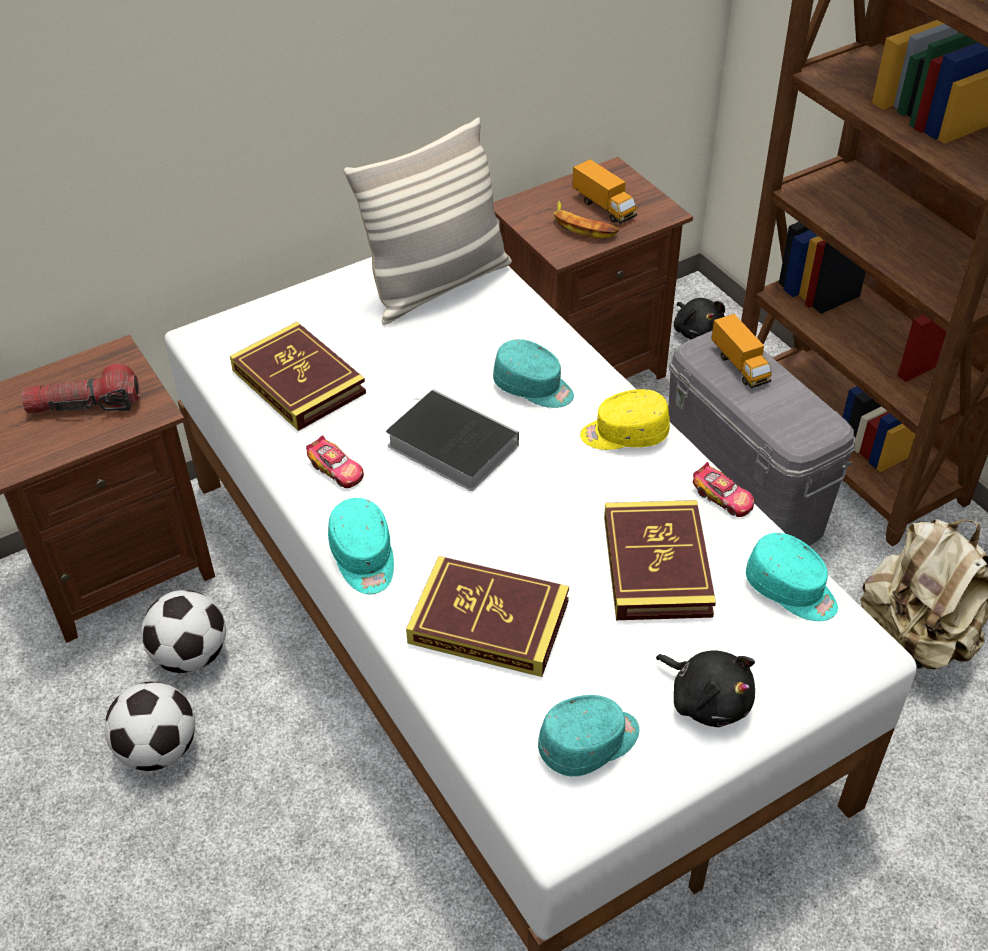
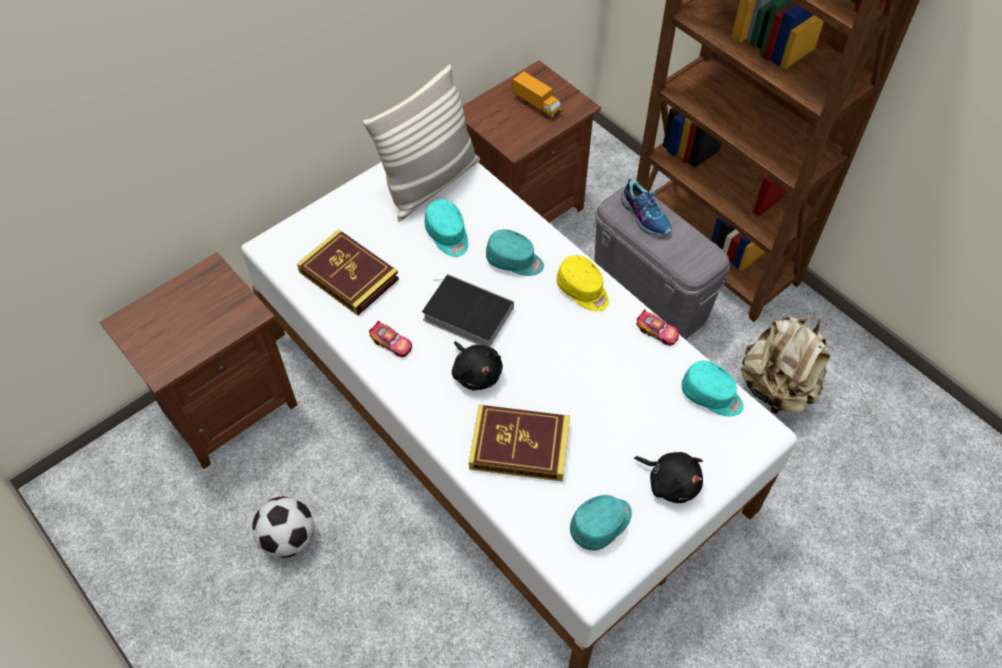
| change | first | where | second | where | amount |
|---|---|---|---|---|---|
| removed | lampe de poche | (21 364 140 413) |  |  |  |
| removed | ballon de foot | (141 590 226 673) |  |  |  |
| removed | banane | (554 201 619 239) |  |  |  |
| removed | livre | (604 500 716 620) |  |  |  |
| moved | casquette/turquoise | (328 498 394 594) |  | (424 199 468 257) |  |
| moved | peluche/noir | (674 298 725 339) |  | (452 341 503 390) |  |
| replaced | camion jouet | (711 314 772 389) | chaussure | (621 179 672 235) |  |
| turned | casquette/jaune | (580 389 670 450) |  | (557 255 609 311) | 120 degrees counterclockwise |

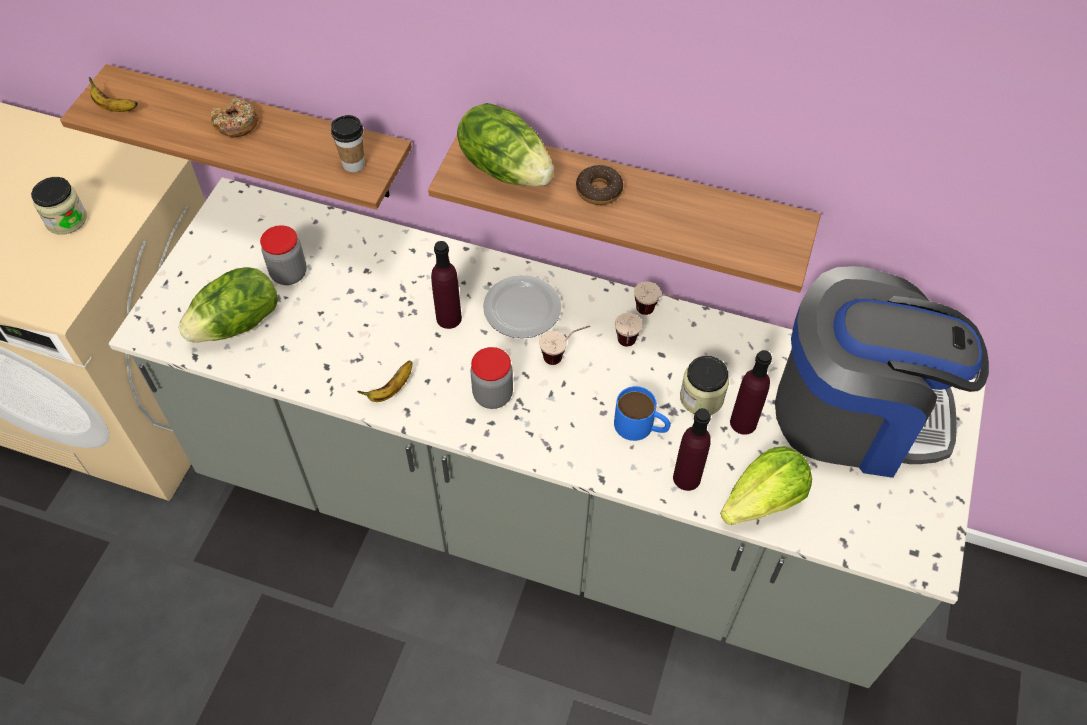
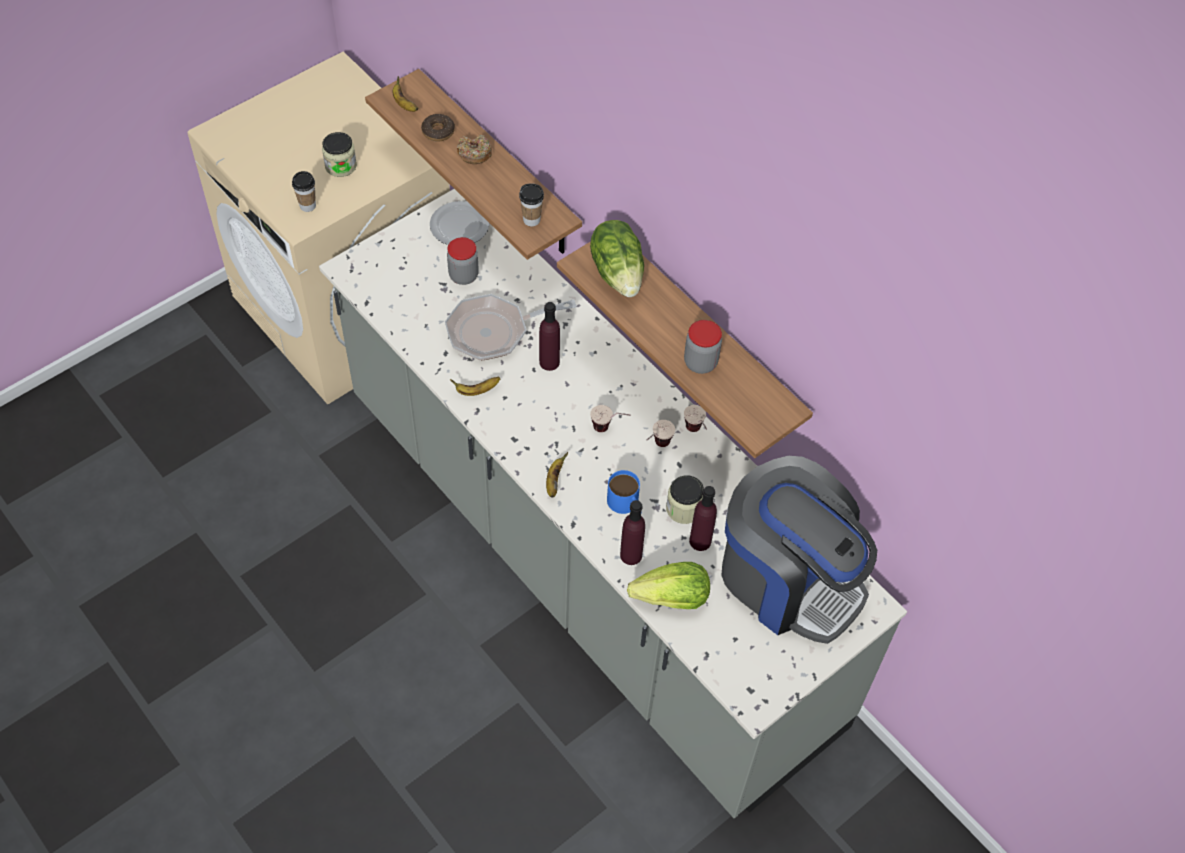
| change | first | where | second | where | amount |
|---|---|---|---|---|---|
| removed | laitue | (178 267 278 342) |  |  |  |
| added |  |  | tasse | (292 171 316 212) |  |
| added |  |  | poêle | (445 294 577 361) |  |
| added |  |  | banane | (546 452 568 498) |  |
| moved | bocal | (470 347 513 409) |  | (684 320 722 374) |  |
| moved | assiette | (483 275 561 338) |  | (430 201 489 245) |  |
| moved | beignet | (576 165 623 205) |  | (421 114 455 142) |  |

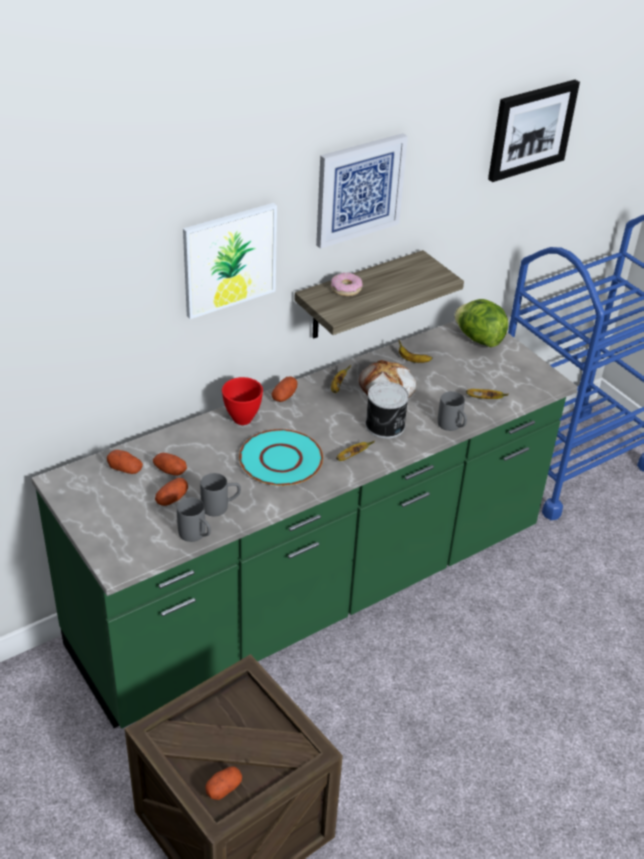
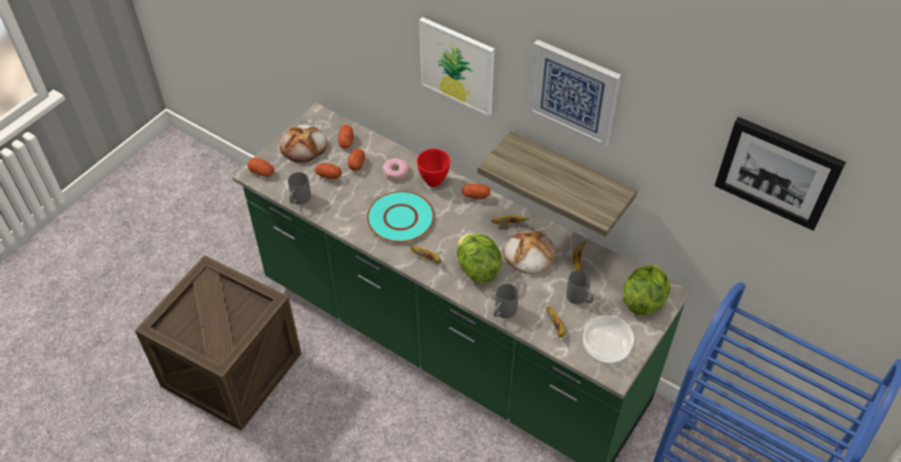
| change | first | where | second | where | amount |
|---|---|---|---|---|---|
| added |  |  | pain | (280 124 328 163) |  |
| added |  |  | bol | (583 315 634 364) |  |
| moved | mug/gris | (200 473 241 517) |  | (566 270 594 304) |  |
| moved | pomme de terre | (205 767 242 800) |  | (247 158 274 177) |  |
| moved | beignet | (331 273 363 296) |  | (383 158 409 180) |  |
| replaced | boîte métallique | (365 382 409 439) | laitue | (457 234 502 284) |  |

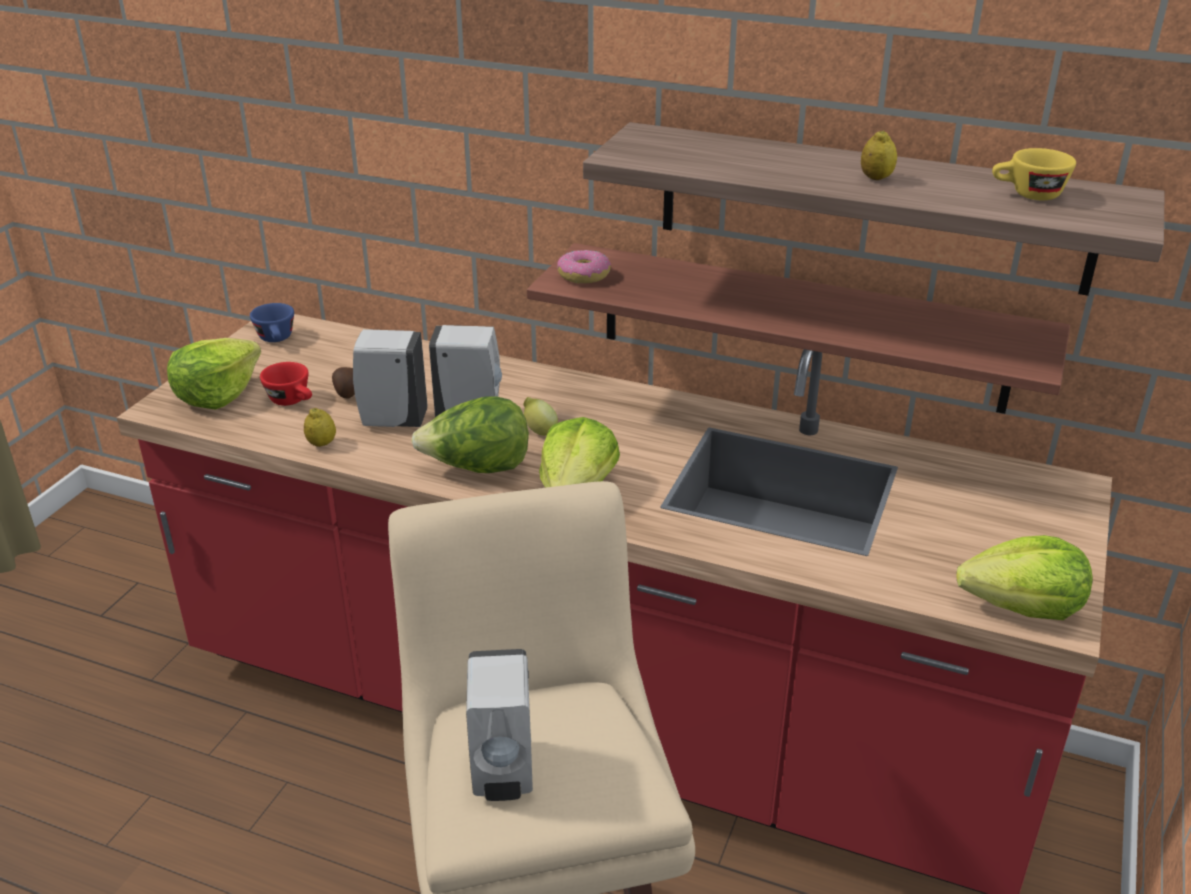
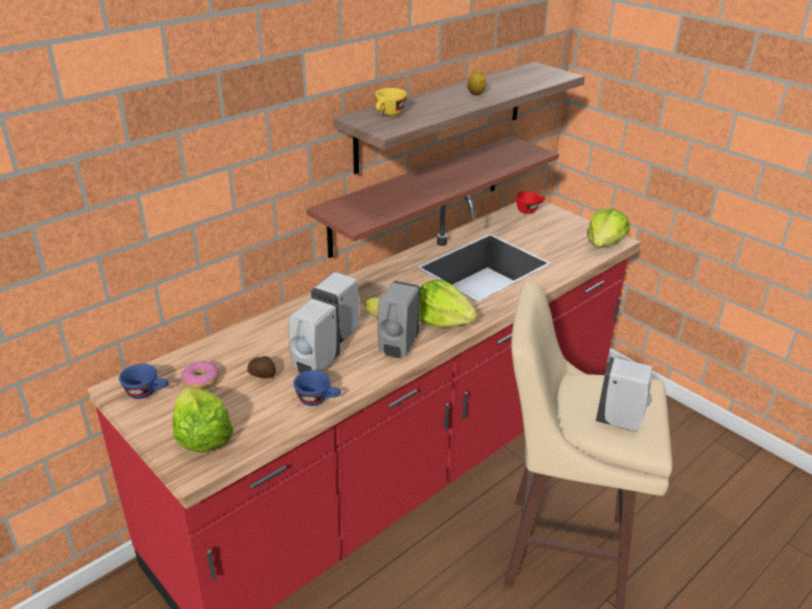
| change | first | where | second | where | amount |
|---|---|---|---|---|---|
| moved | tasse/rouge | (260 362 312 406) |  | (516 191 545 214) |  |
| moved | beignet | (557 250 611 284) |  | (181 361 219 389) |  |
| moved | tasse/jaune | (992 148 1076 200) |  | (375 88 407 115) |  |
| replaced | citron | (304 408 336 447) | tasse/bleu | (293 370 341 406) |  |
| replaced | laitue | (411 396 529 473) | distributeur de savon/gris | (378 281 420 358) |  |

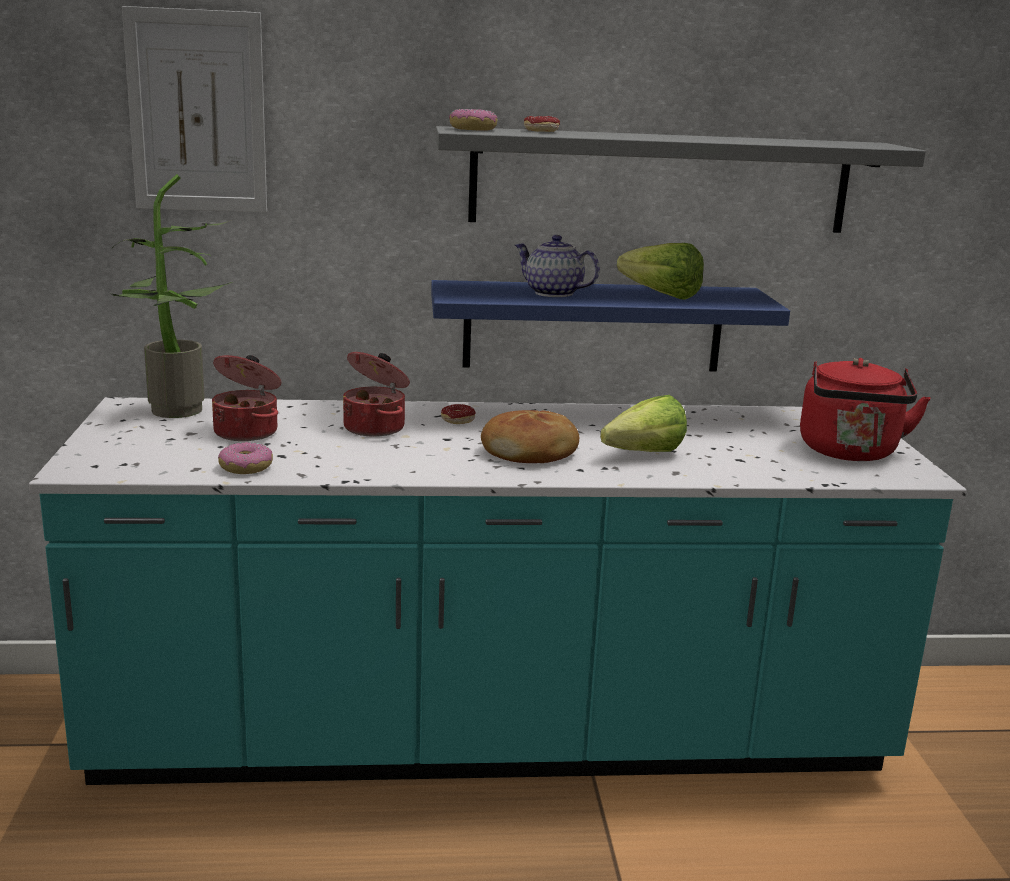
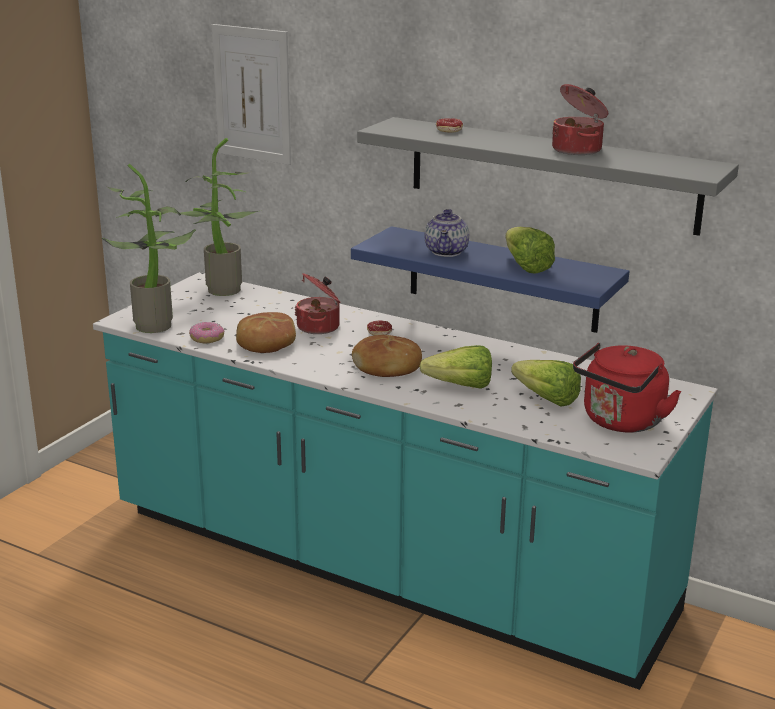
| change | first | where | second | where | amount |
|---|---|---|---|---|---|
| removed | beignet | (449 108 497 131) |  |  |  |
| added |  |  | plante en pot | (102 163 196 333) |  |
| added |  |  | pain | (236 312 296 353) |  |
| added |  |  | laitue | (511 360 581 407) |  |
| moved | marmite | (212 355 281 441) |  | (552 84 608 155) |  |
| turned | théière | (515 235 600 297) |  | (424 209 469 257) | 150 degrees counterclockwise |

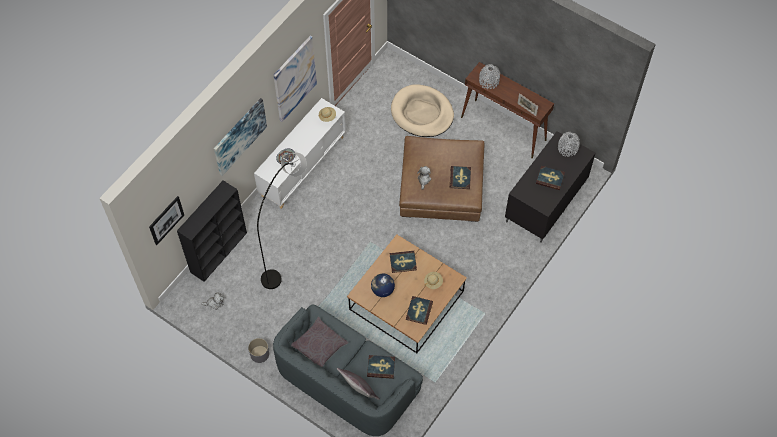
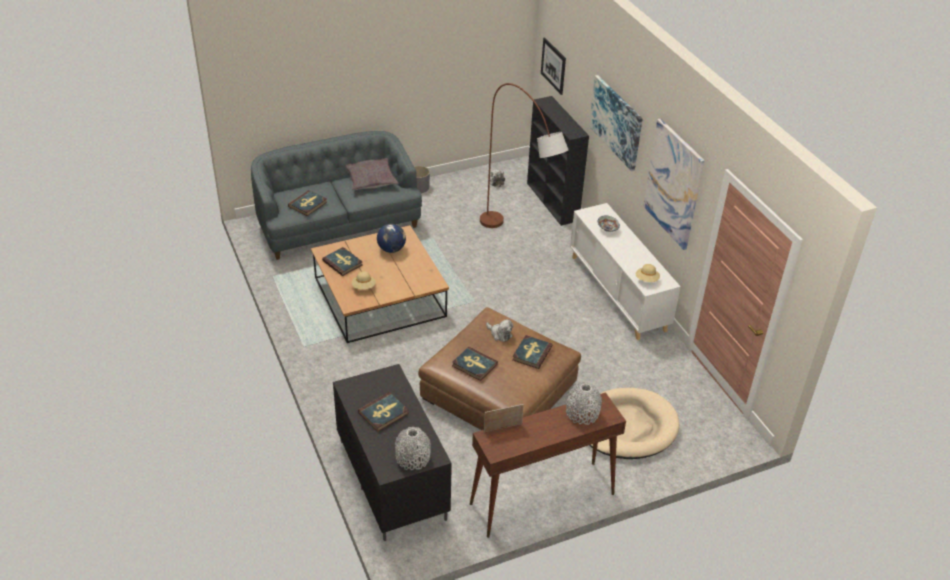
| change | first | where | second | where | amount |
|---|---|---|---|---|---|
| removed | coussin/gris | (337 368 380 400) |  |  |  |
| moved | livre | (390 251 417 273) |  | (512 335 552 369) |  |
| recoloured | lampadaire/gris | (257 152 307 289) | lampadaire/marron | (480 83 569 228) |  |

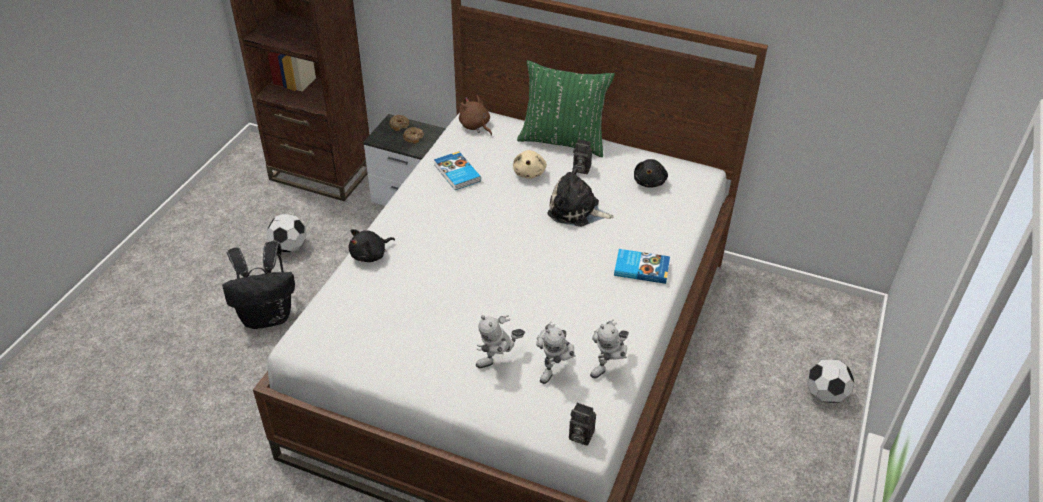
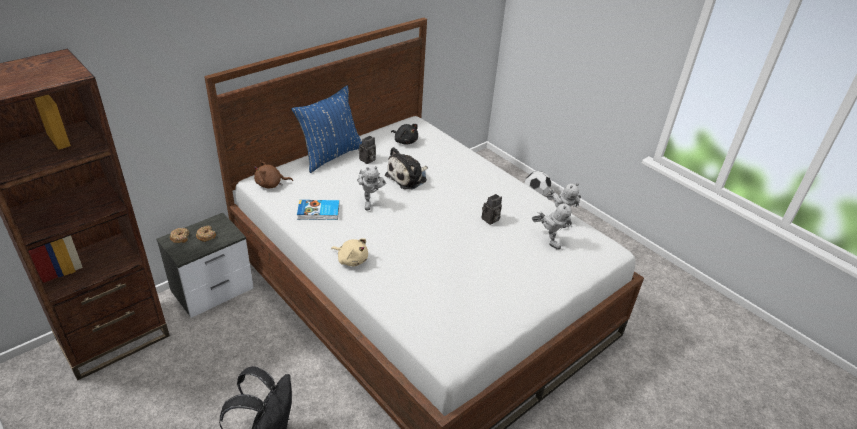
| change | first | where | second | where | amount |
|---|---|---|---|---|---|
| removed | ballon de foot | (267 214 307 252) |  |  |  |
| removed | peluche/noir | (348 229 395 262) |  |  |  |
| removed | livre | (614 249 670 284) |  |  |  |
| moved | robot jouet | (476 315 525 369) |  | (357 166 386 210) |  |
| moved | peluche/beige | (513 150 547 178) |  | (331 238 368 266) |  |
| moved | appareil photo | (569 402 596 446) |  | (482 194 502 225) |  |
| recoloured | coussin/vert | (517 60 615 157) | coussin/bleu | (291 85 362 173) |  |

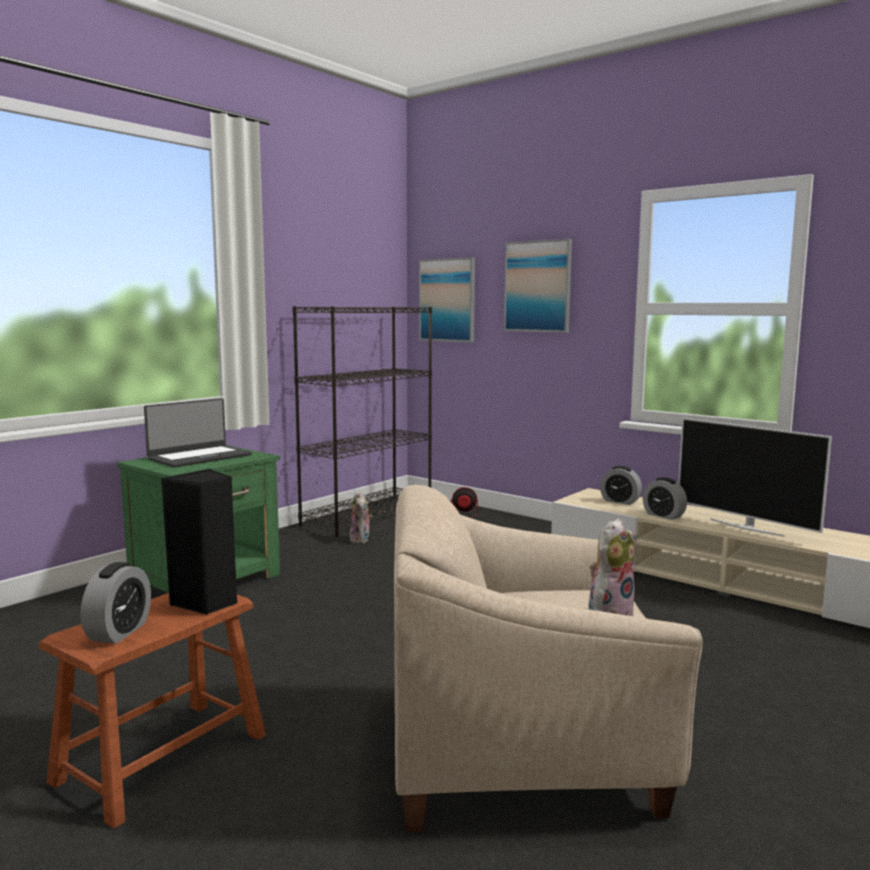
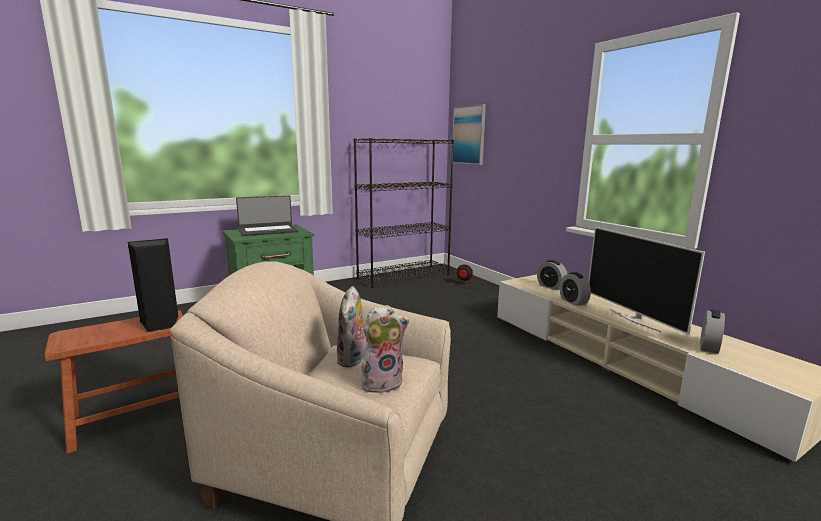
| change | first | where | second | where | amount |
|---|---|---|---|---|---|
| removed | tableau | (504 239 572 333) |  |  |  |
| moved | réveil | (81 562 151 644) |  | (700 309 725 354) |  |
| moved | peluche | (350 490 372 544) |  | (337 286 368 367) |  |

